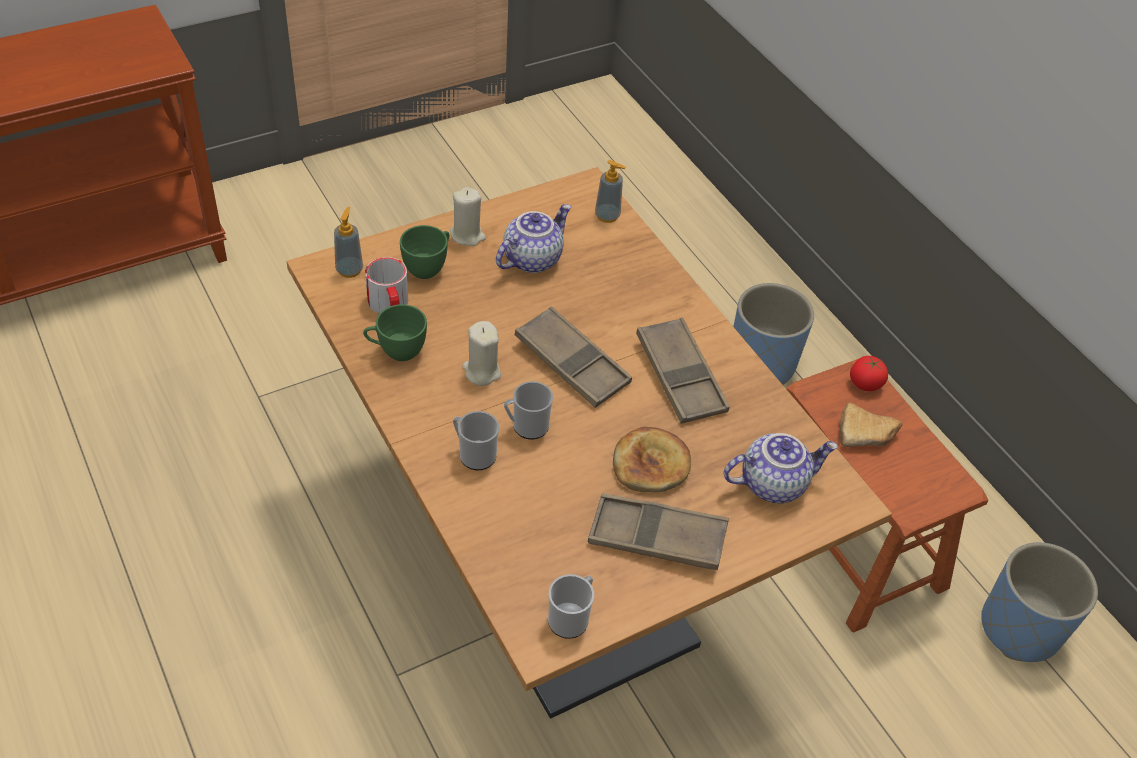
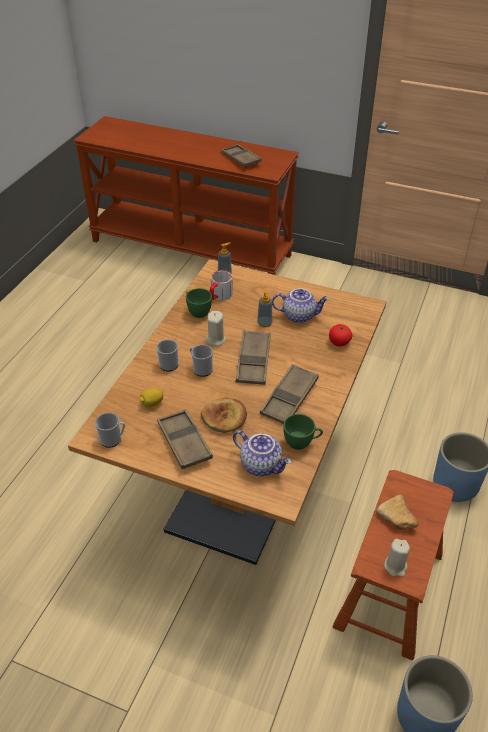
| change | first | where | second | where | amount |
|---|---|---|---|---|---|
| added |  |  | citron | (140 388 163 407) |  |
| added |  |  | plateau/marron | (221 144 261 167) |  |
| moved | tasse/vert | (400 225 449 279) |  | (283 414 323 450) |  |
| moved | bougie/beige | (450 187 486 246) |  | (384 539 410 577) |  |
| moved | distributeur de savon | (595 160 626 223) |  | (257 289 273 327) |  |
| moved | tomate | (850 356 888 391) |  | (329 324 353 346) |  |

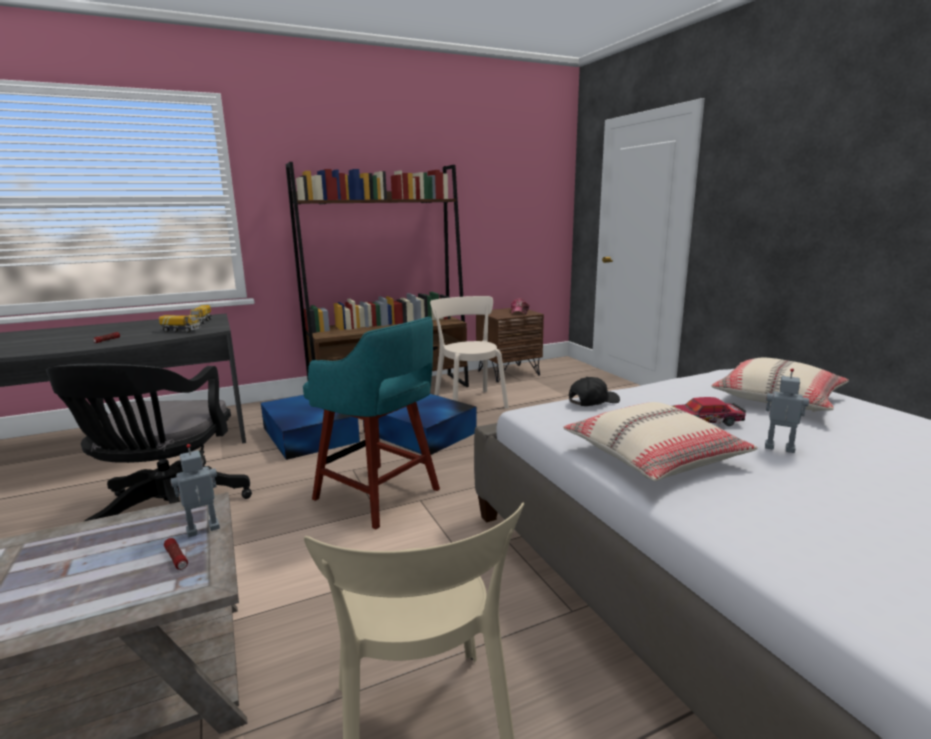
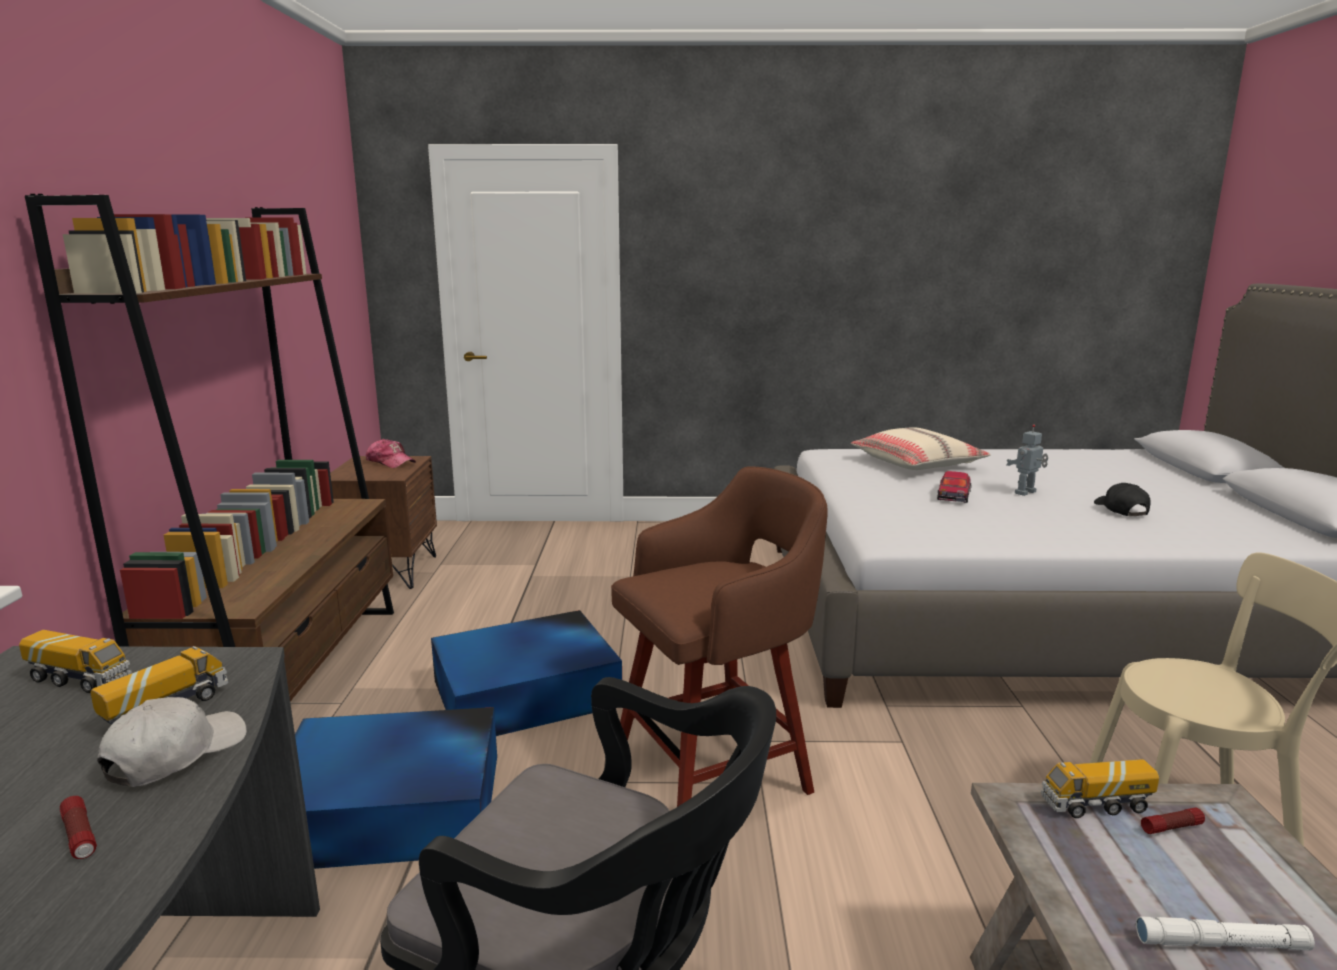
| change | first | where | second | where | amount |
|---|---|---|---|---|---|
| removed | chaise/beige | (430 296 509 409) |  |  |  |
| removed | coussin/beige | (563 402 758 481) |  |  |  |
| added |  |  | casquette/blanc | (97 697 247 787) |  |
| added |  |  | lampe de poche/blanc | (1136 916 1315 951) |  |
| moved | casquette/noir | (569 377 620 406) |  | (1094 483 1150 516) |  |
| replaced | robot jouet | (170 444 220 537) | camion jouet | (1041 759 1159 818) |  |
| recoloured | tabouret/turquoise | (303 317 440 529) | tabouret/marron | (611 466 828 807) |  |

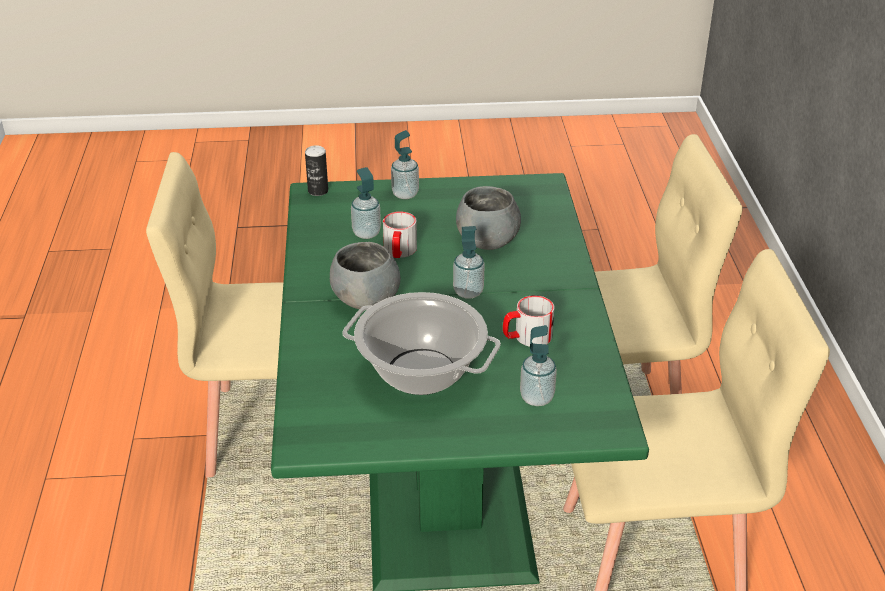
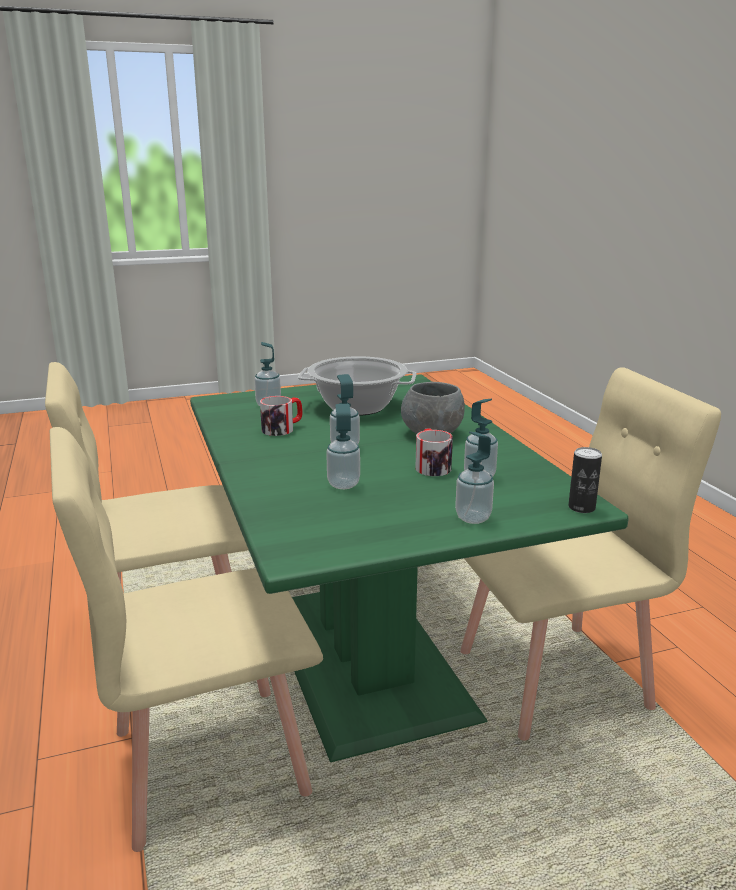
| change | first | where | second | where | amount |
|---|---|---|---|---|---|
| replaced | bol/gris | (456 186 521 250) | distributeur de savon | (326 404 360 489) |  |

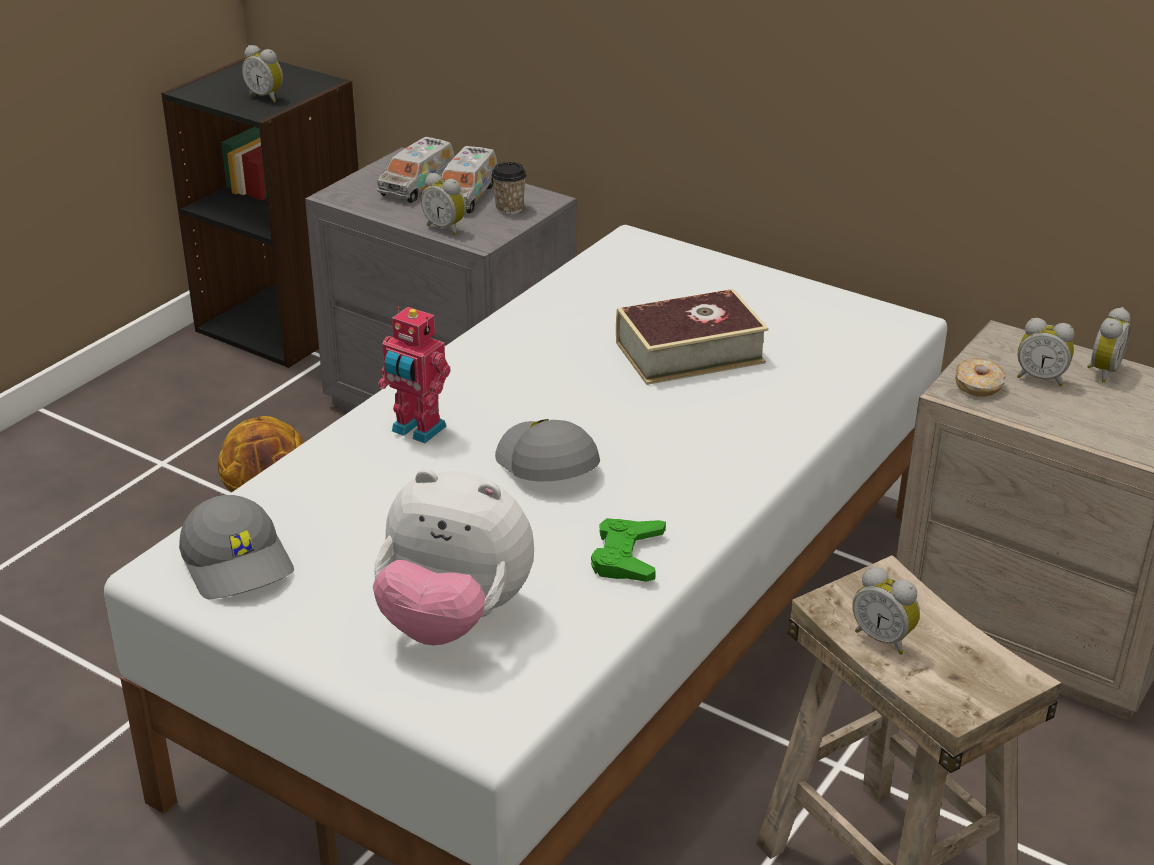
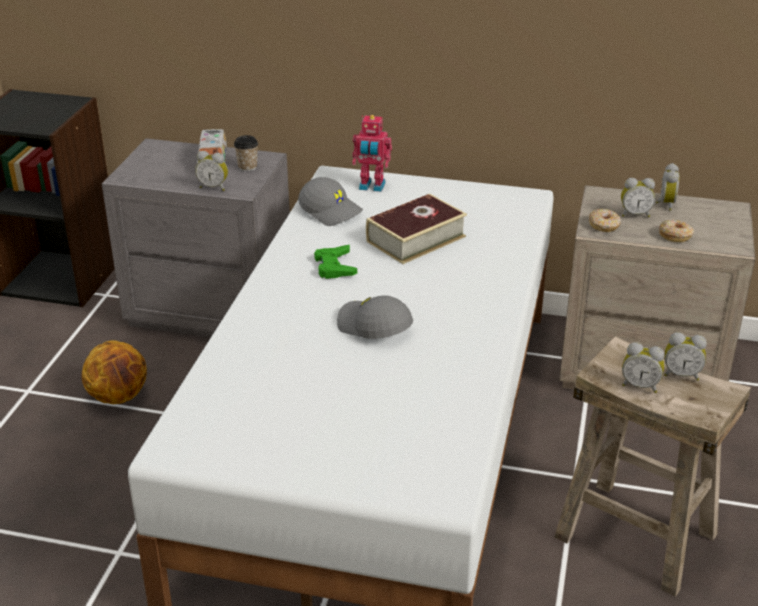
| change | first | where | second | where | amount |
|---|---|---|---|---|---|
| removed | peluche | (373 469 534 645) |  |  |  |
| removed | camion jouet | (377 137 455 203) |  |  |  |
| added |  |  | beignet | (659 220 694 242) |  |
| moved | casquette/gris | (179 495 294 599) |  | (298 177 363 226) |  |
| moved | réveil | (242 45 283 102) |  | (664 332 707 381) |  |
| moved | robot jouet | (378 307 450 443) |  | (352 115 392 192) |  |
| moved | manette/vert | (591 518 666 582) |  | (314 245 357 279) |  |

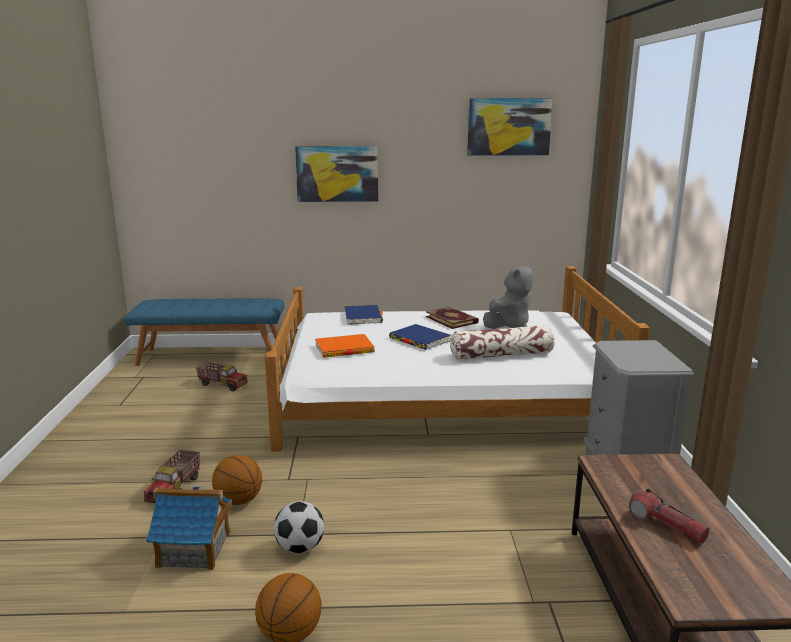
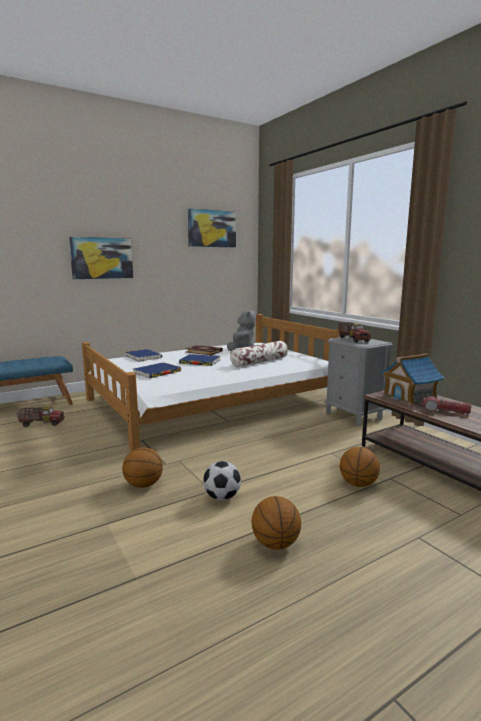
| change | first | where | second | where | amount |
|---|---|---|---|---|---|
| added |  |  | ballon de basket | (340 447 380 487) |  |
| moved | camion jouet | (144 450 200 503) |  | (338 322 371 343) |  |
| moved | maison miniature | (146 485 232 570) |  | (382 353 444 404) |  |
| recoloured | livre/orange | (315 334 375 358) | livre/bleu | (133 362 181 378) |  |

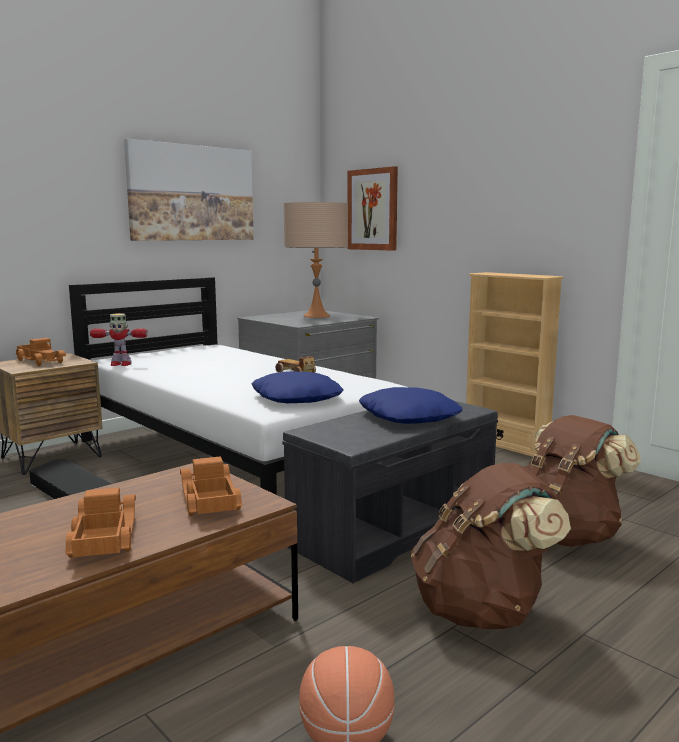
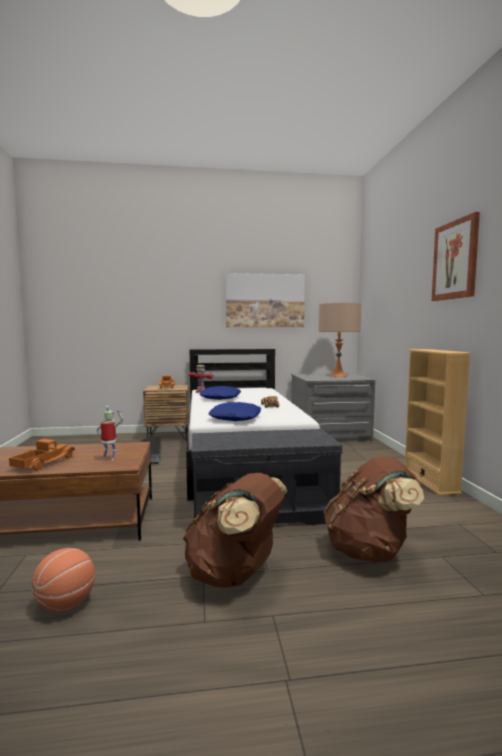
| change | first | where | second | where | amount |
|---|---|---|---|---|---|
| moved | tableau | (347 166 398 251) |  | (432 212 480 301) |  |
| moved | coussin/bleu | (359 387 462 424) |  | (199 386 241 400) |  |
| replaced | camion jouet | (180 457 242 516) | robot jouet | (96 406 123 461) |  |

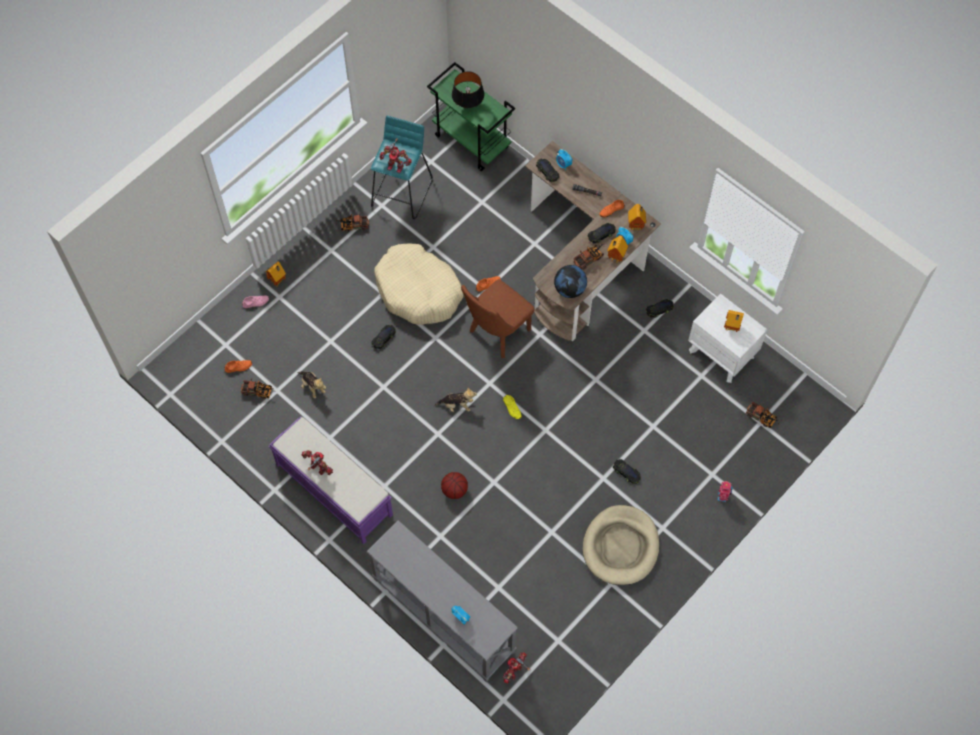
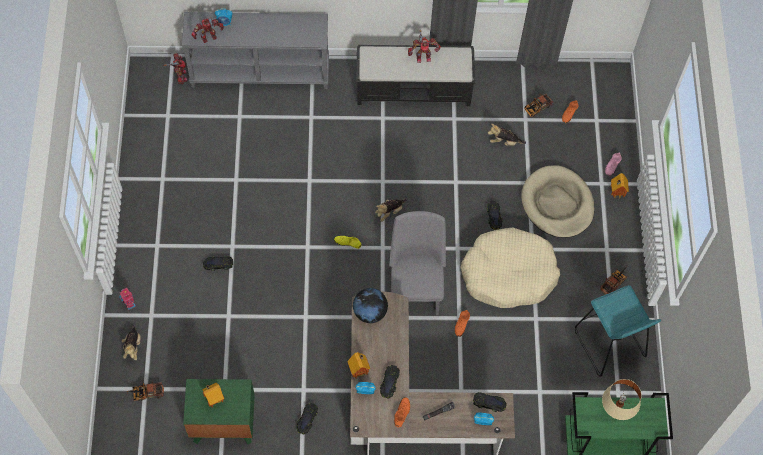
| change | first | where | second | where | amount |
|---|---|---|---|---|---|
| removed | ballon de basket | (441 472 468 499) |  |  |  |
| removed | camion jouet | (573 243 604 270) |  |  |  |
| removed | maison miniature | (628 204 646 231) |  |  |  |
| added |  |  | peluche | (122 325 141 361) |  |
| moved | robot jouet | (379 138 411 173) |  | (191 17 224 43) |  |
| moved | panier pour chien/beige | (583 505 659 585) |  | (521 165 594 238) |  |
| recoloured | banc/violet | (269 416 393 544) | banc/noir | (357 45 475 106) |  |
| recoloured | lampe de table/noir | (452 71 484 108) | lampe de table/beige | (602 379 642 420) |  |
| recoloured | chaise/marron | (461 279 534 358) | chaise/gris | (389 211 446 315) |  |
| recoloured | table de chevet/blanc | (688 293 768 383) | table de chevet/vert | (183 379 255 445) |  |

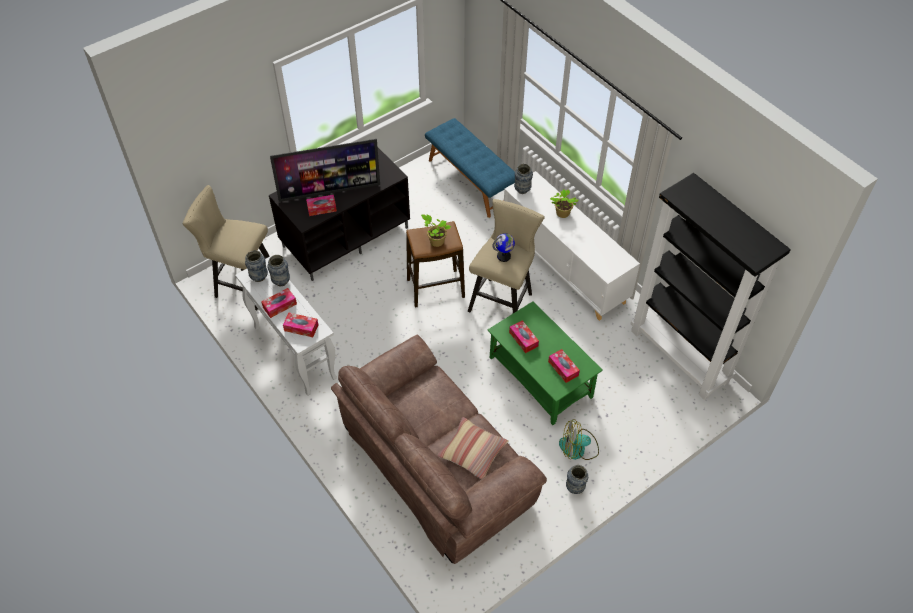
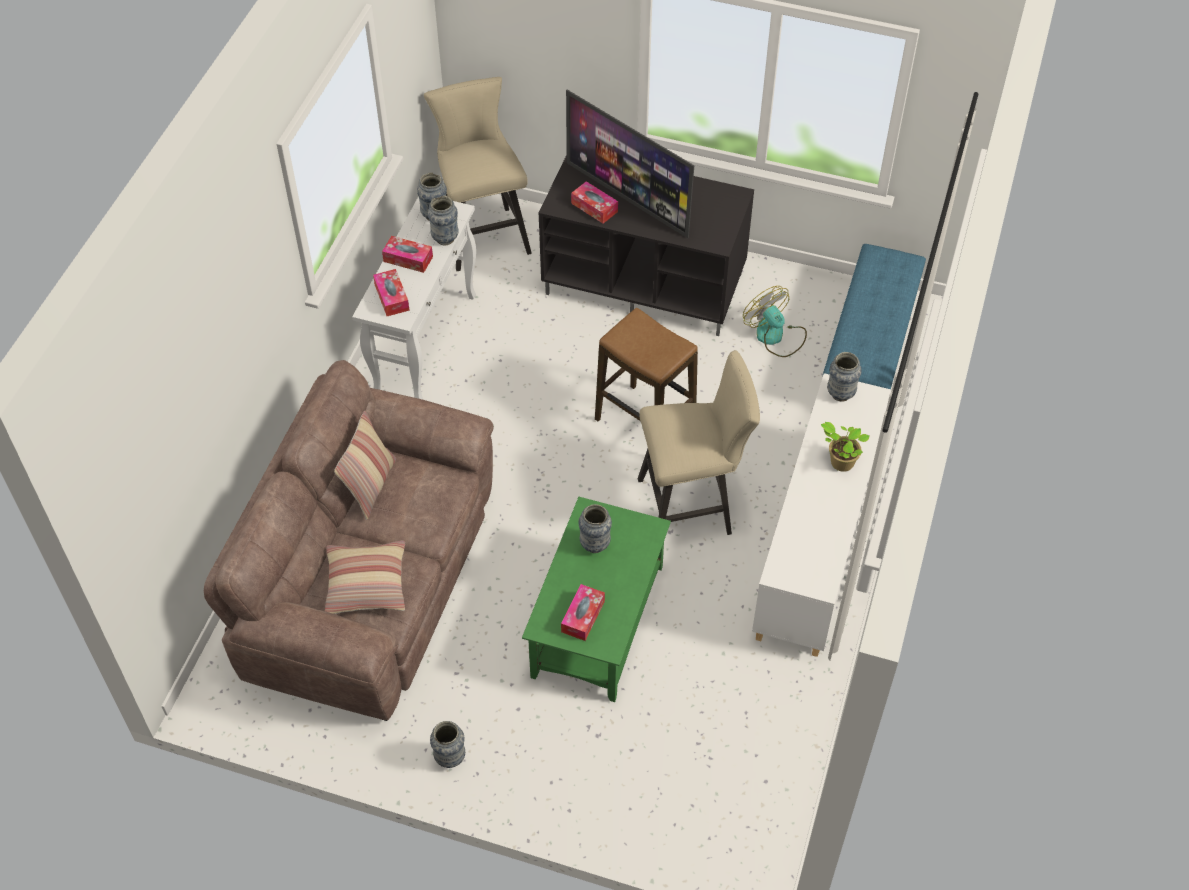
| change | first | where | second | where | amount |
|---|---|---|---|---|---|
| removed | plante en pot | (421 214 451 247) |  |  |  |
| removed | globe | (493 233 515 262) |  |  |  |
| removed | bibliothèque/noir | (631 173 791 400) |  |  |  |
| added |  |  | coussin | (334 411 396 520) |  |
| moved | ventilateur | (559 419 599 460) |  | (743 286 807 357) |  |
| replaced | boîte à mouchoirs | (509 320 539 353) | vase | (578 504 612 553) |  |

